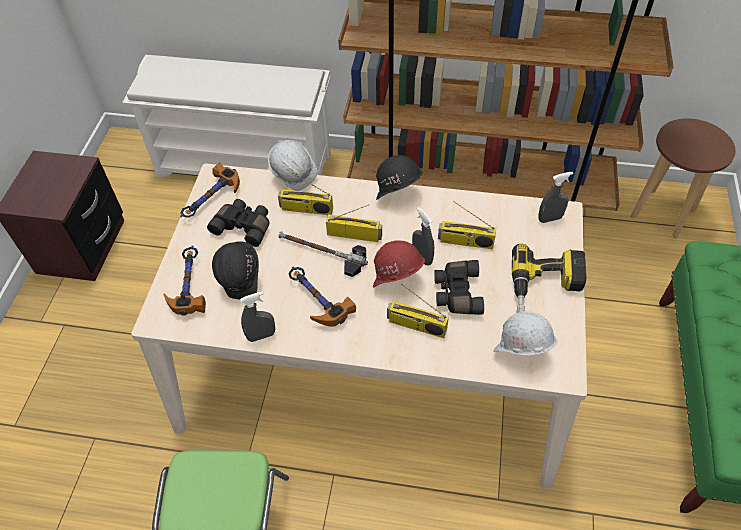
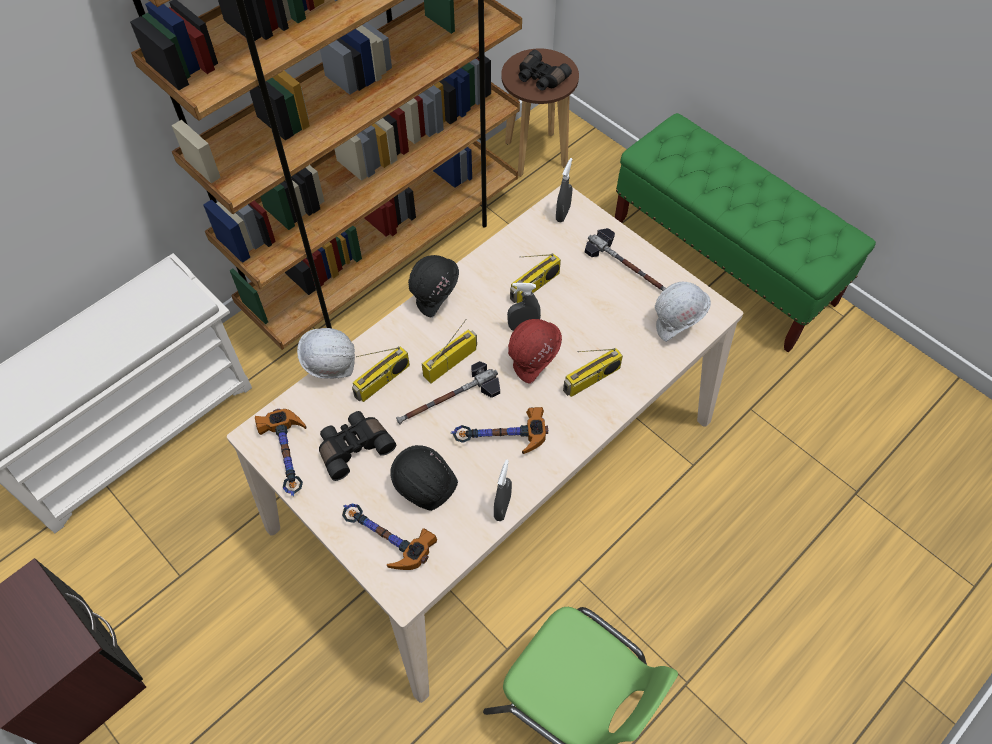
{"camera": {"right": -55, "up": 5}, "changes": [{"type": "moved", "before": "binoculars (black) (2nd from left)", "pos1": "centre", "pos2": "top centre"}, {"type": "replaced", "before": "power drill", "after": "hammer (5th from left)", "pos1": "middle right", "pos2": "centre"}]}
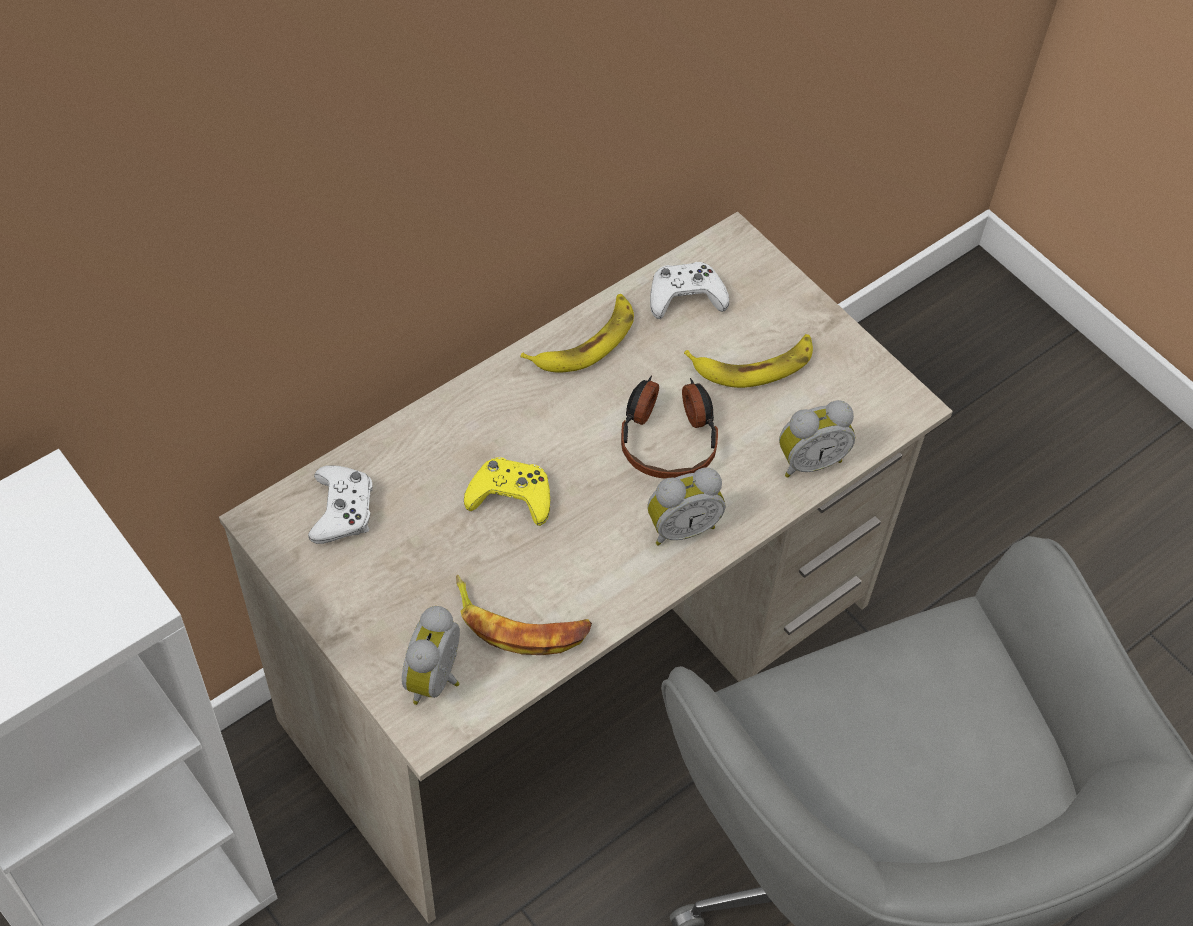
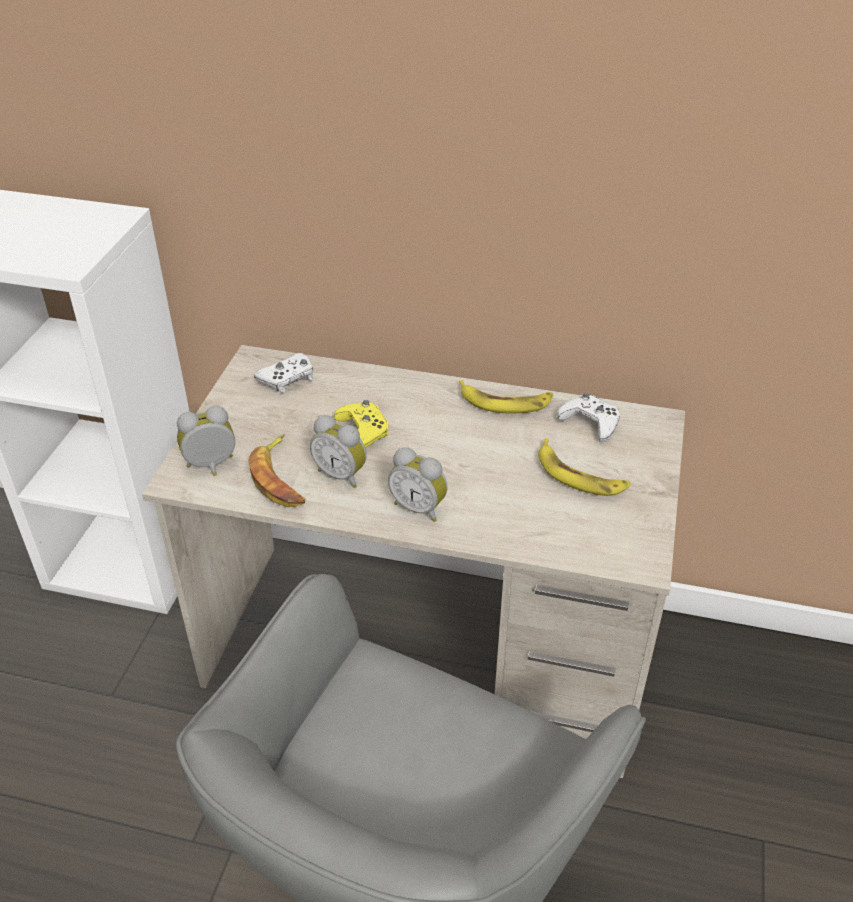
{"camera": {"right": 55, "up": -15}, "changes": [{"type": "moved", "before": "alarm clock (3rd from left in the first image)", "after": "alarm clock (2nd from left)", "pos1": "middle right", "pos2": "centre"}, {"type": "removed", "before": "headphones", "pos1": "centre"}]}
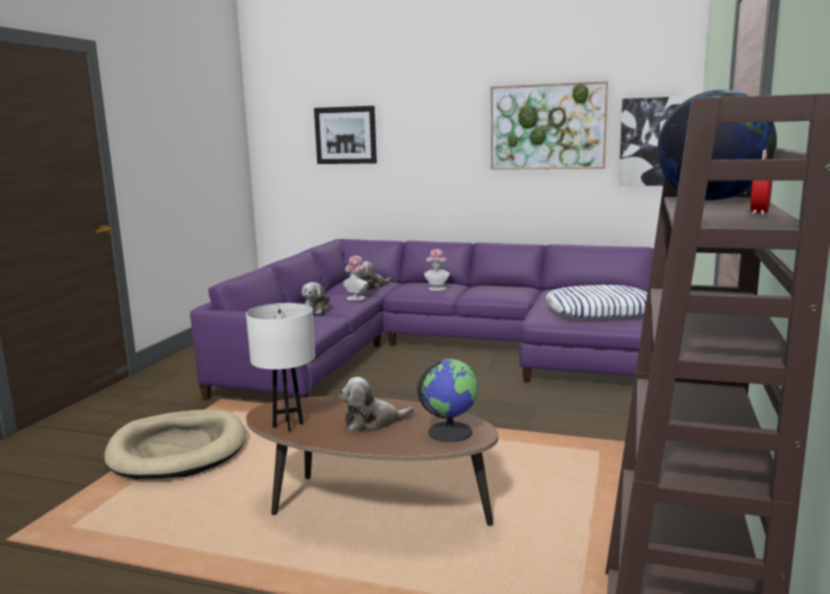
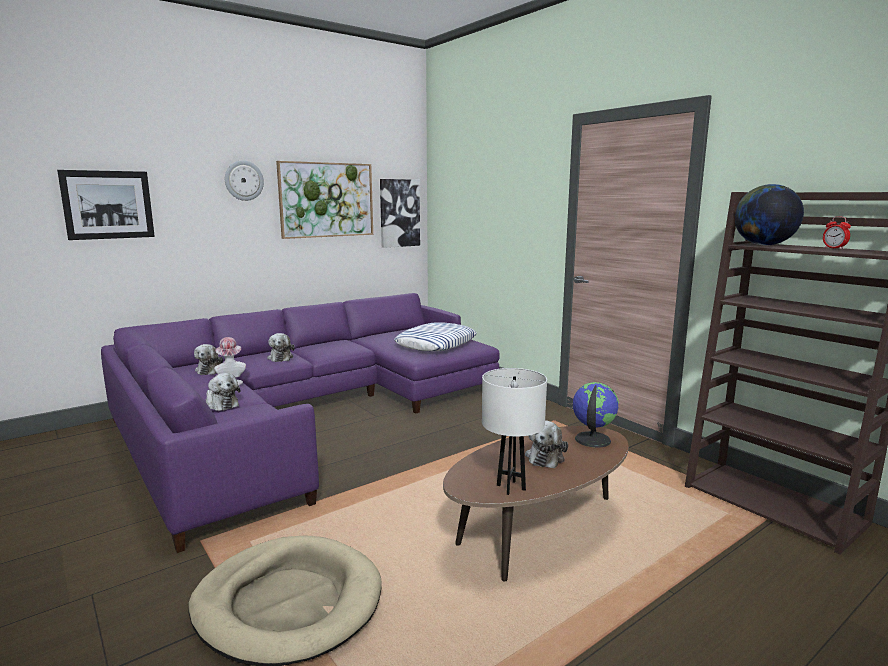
{"camera": {"right": -55, "up": 0}, "changes": [{"type": "added", "after": "wall clock", "pos2": "top left"}, {"type": "replaced", "before": "hat (2nd from left)", "after": "plush toy (3rd from left)", "pos1": "centre", "pos2": "middle left"}]}
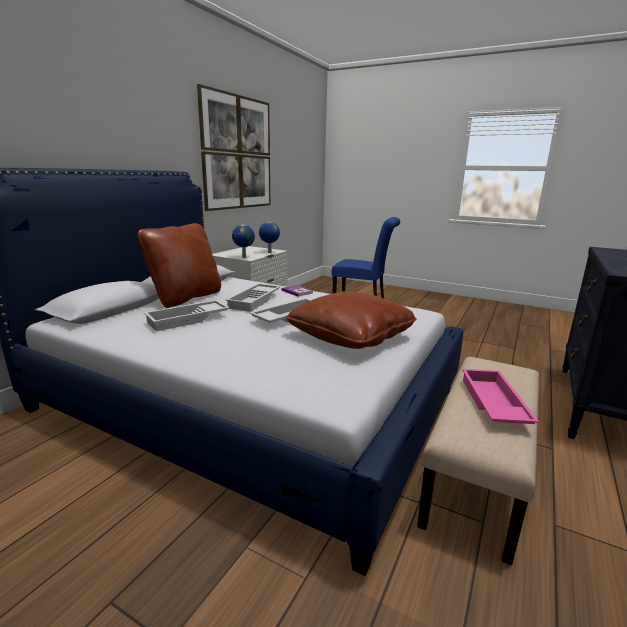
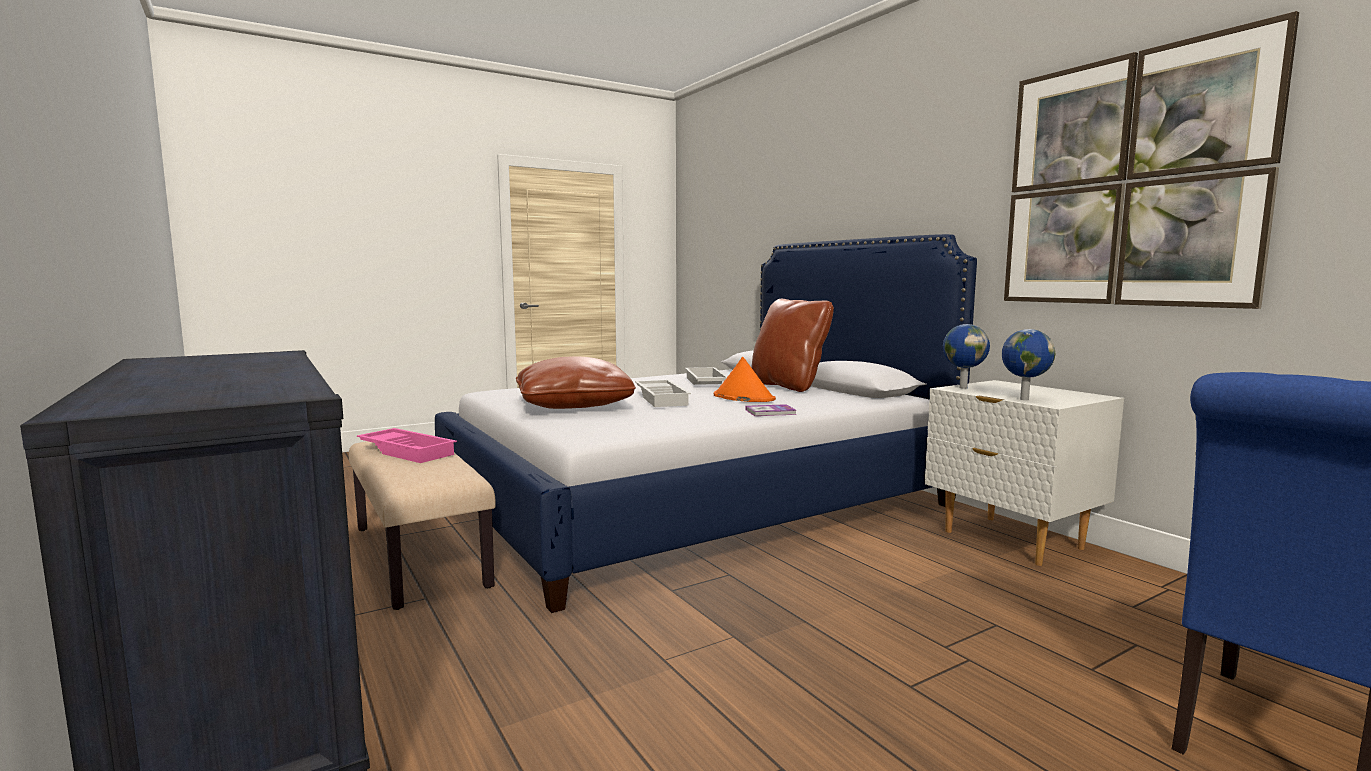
{"camera": {"right": 120, "up": -10}, "changes": [{"type": "replaced", "before": "tray (white) (2nd from left)", "after": "hat (orange)", "pos1": "centre", "pos2": "centre"}]}
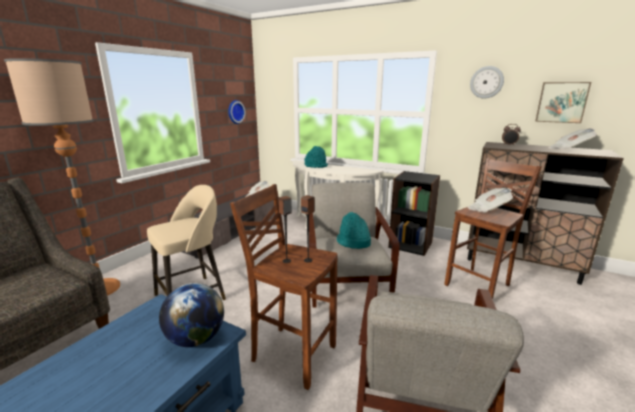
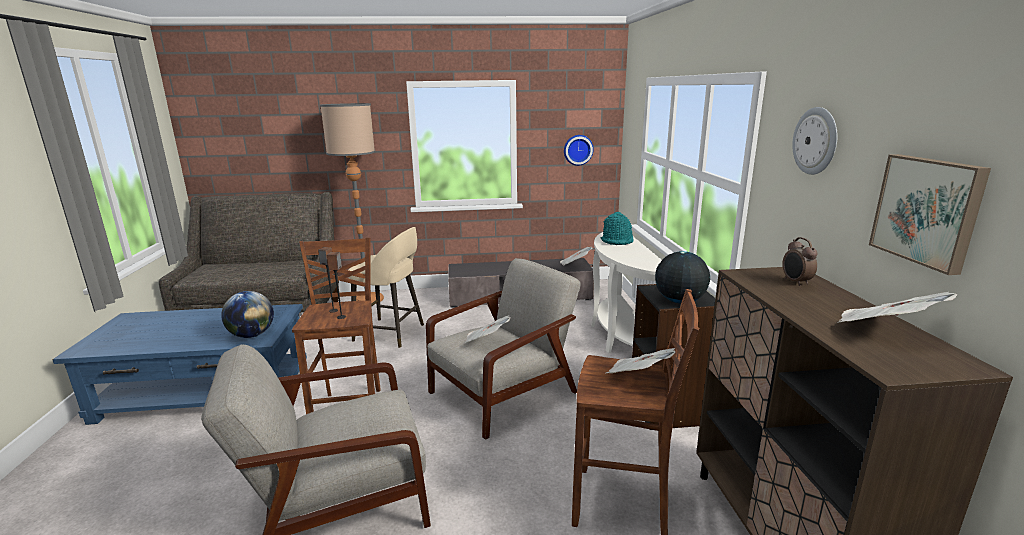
{"camera": {"right": 55, "up": 0}, "changes": [{"type": "replaced", "before": "hat (turquoise) (2nd from left)", "after": "newspaper (1st from left)", "pos1": "centre", "pos2": "centre"}, {"type": "added", "after": "globe (2nd from left)", "pos2": "centre"}]}
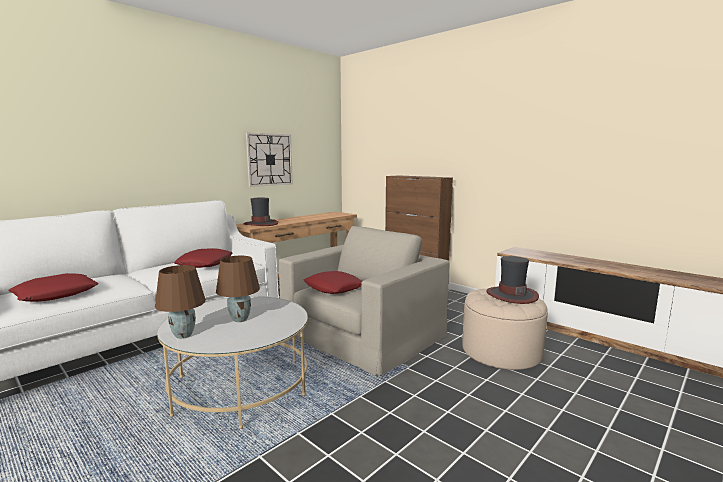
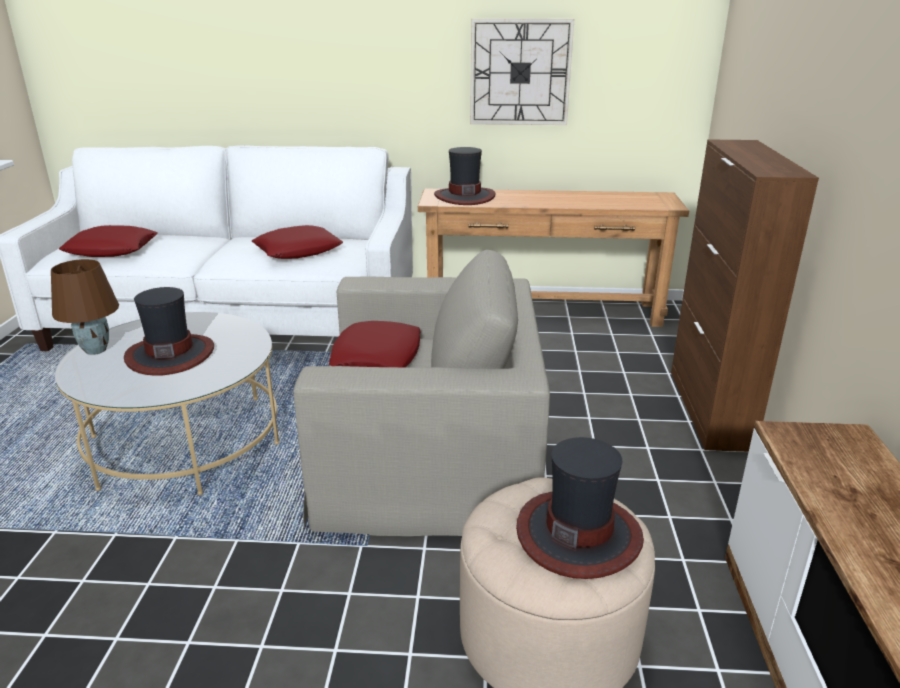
{"camera": {"right": 50, "up": 15}, "changes": [{"type": "replaced", "before": "table lamp (brown) (2nd from left)", "after": "hat (1st from left)", "pos1": "middle left", "pos2": "middle left"}]}
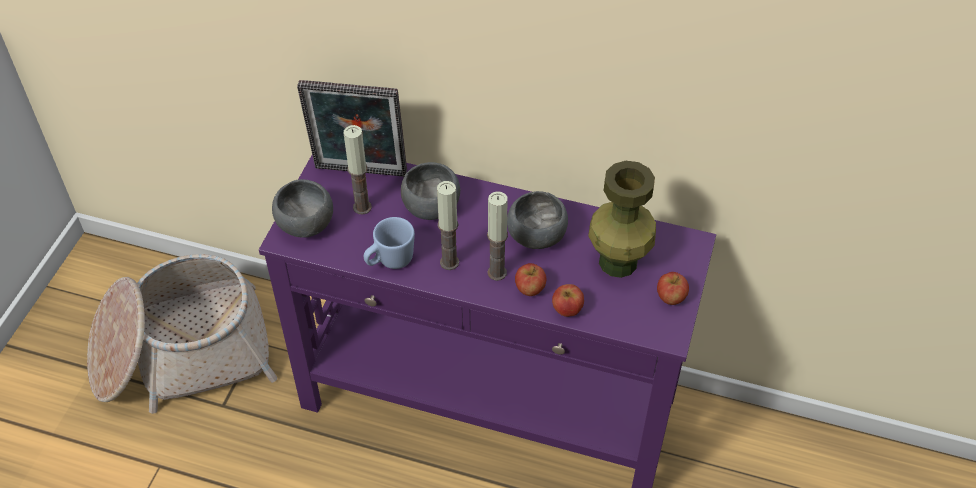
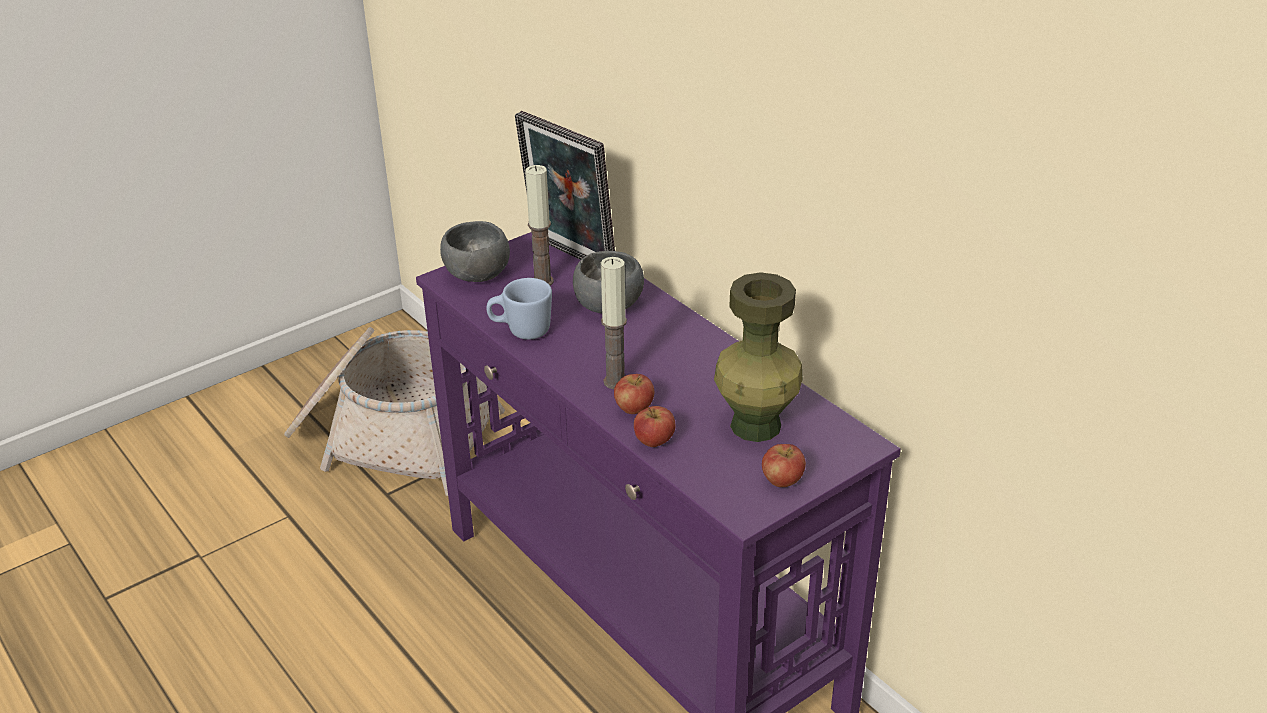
{"camera": {"right": 35, "up": -15}, "changes": [{"type": "removed", "before": "candle (2nd from left)", "pos1": "centre"}, {"type": "removed", "before": "bowl (grey) (3rd from left)", "pos1": "centre"}]}
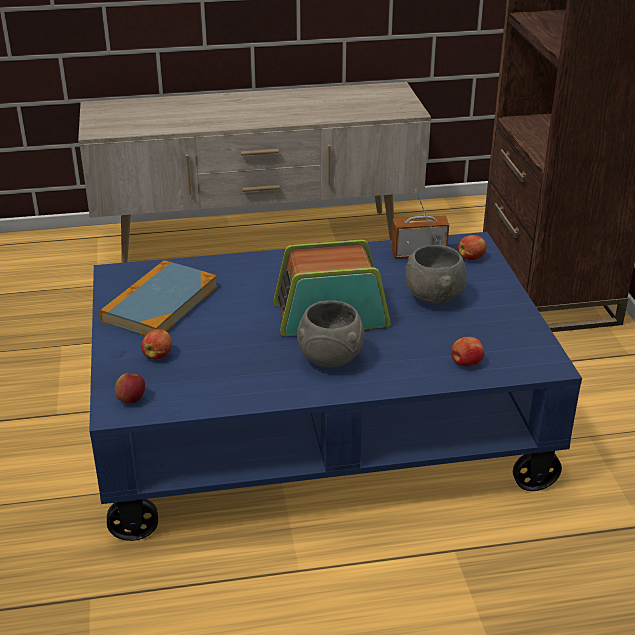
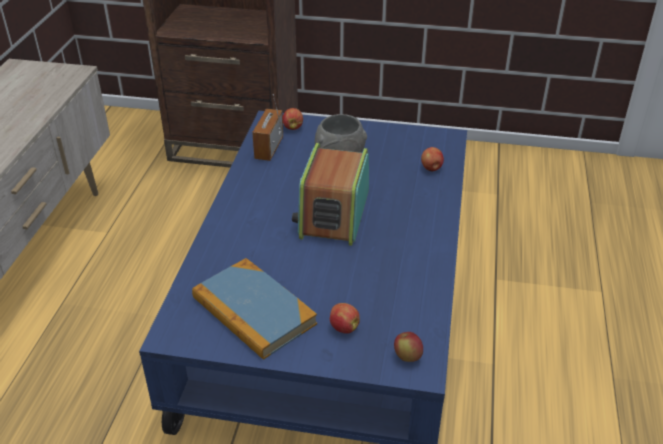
{"camera": {"right": -70, "up": 5}, "changes": [{"type": "removed", "before": "bowl (grey) (1st from left)", "pos1": "centre"}]}
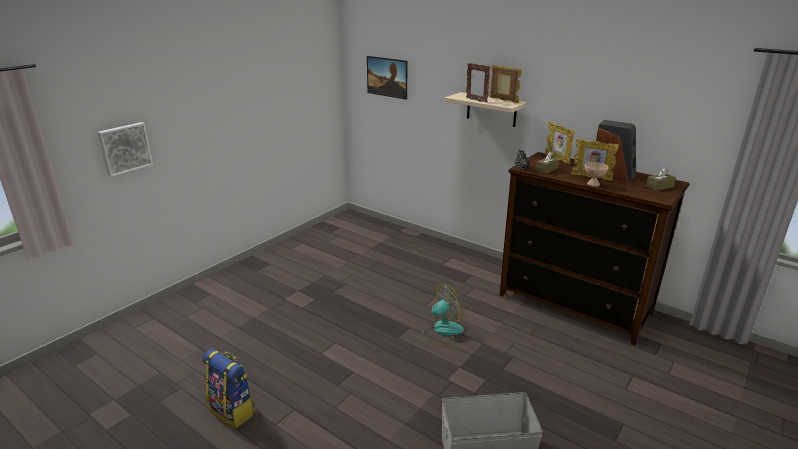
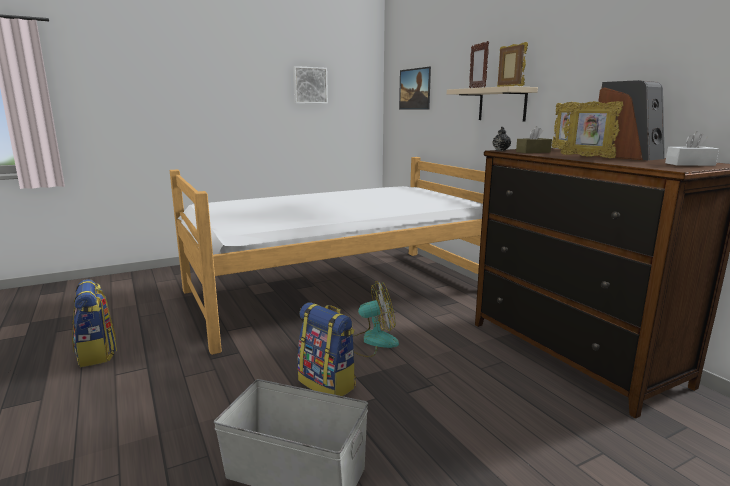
{"camera": {"right": 25, "up": -10}, "changes": [{"type": "added", "after": "bed", "pos2": "centre"}, {"type": "moved", "before": "picture (1st from left)", "pos1": "top left", "pos2": "top centre"}, {"type": "added", "after": "backpack (2nd from left)", "pos2": "bottom centre"}, {"type": "recoloured", "before": "tissue box (brown) (2nd from left)", "after": "tissue box (white)", "pos1": "middle right", "pos2": "top right"}, {"type": "removed", "before": "bowl (beige)", "pos1": "middle right"}]}
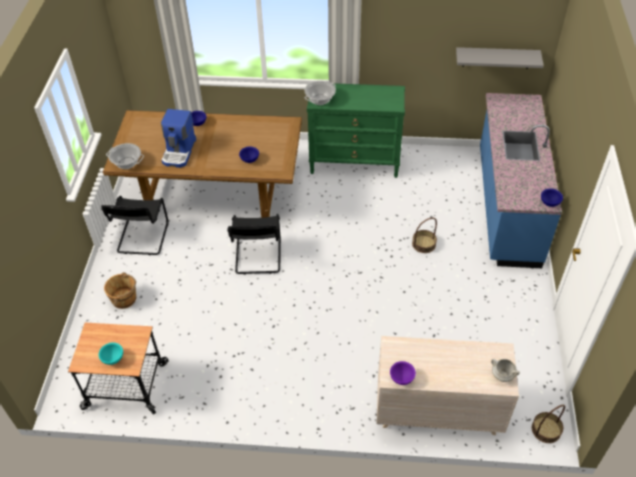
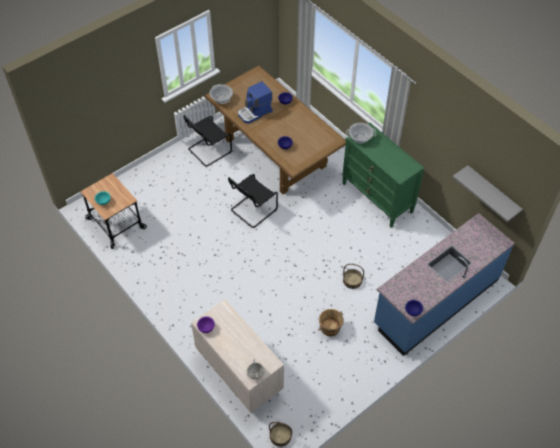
{"camera": {"right": 45, "up": 5}, "changes": [{"type": "moved", "before": "bucket (brown)", "pos1": "middle left", "pos2": "bottom centre"}]}
